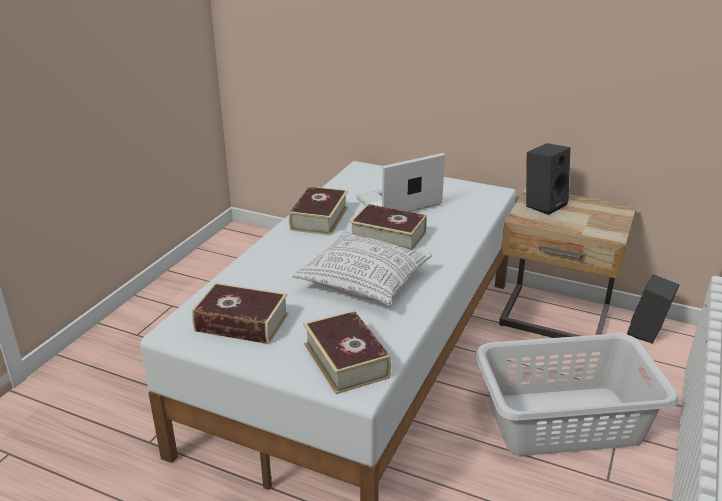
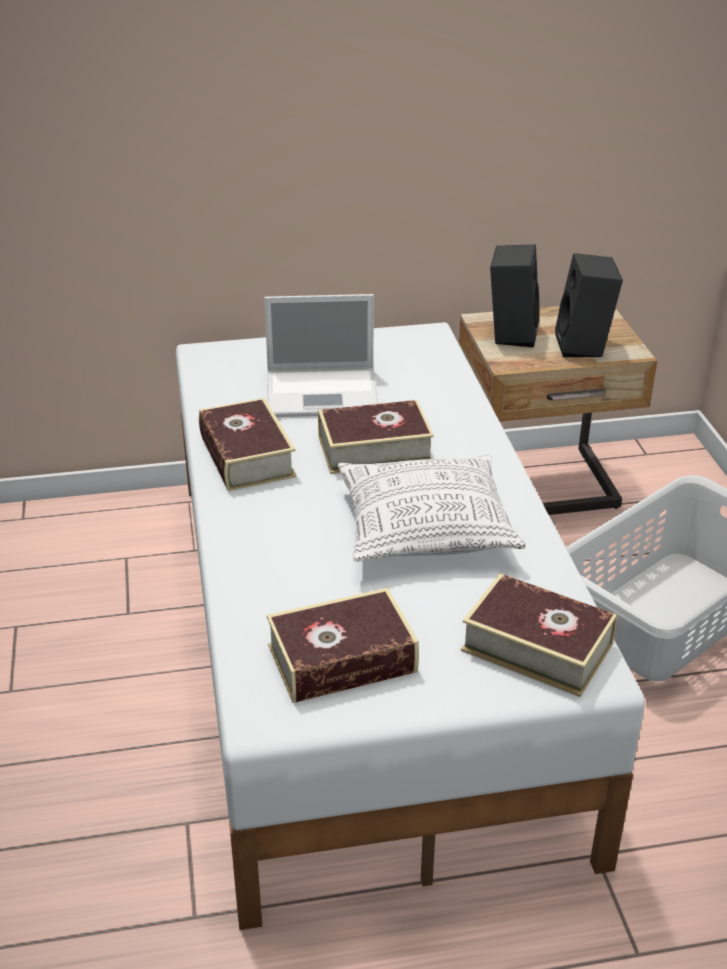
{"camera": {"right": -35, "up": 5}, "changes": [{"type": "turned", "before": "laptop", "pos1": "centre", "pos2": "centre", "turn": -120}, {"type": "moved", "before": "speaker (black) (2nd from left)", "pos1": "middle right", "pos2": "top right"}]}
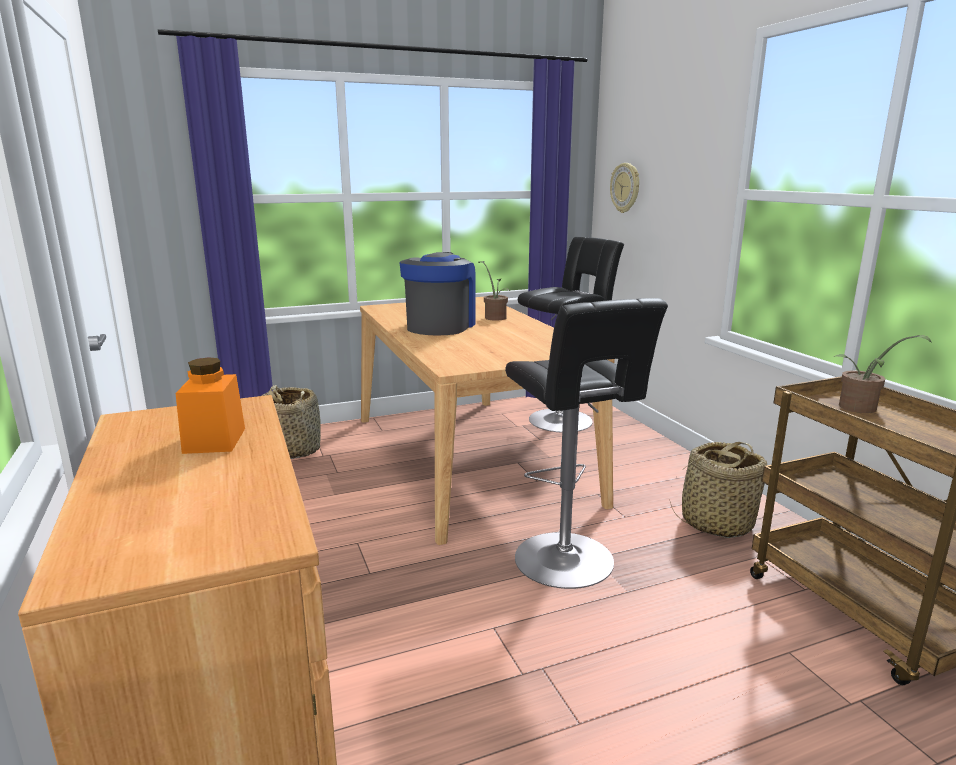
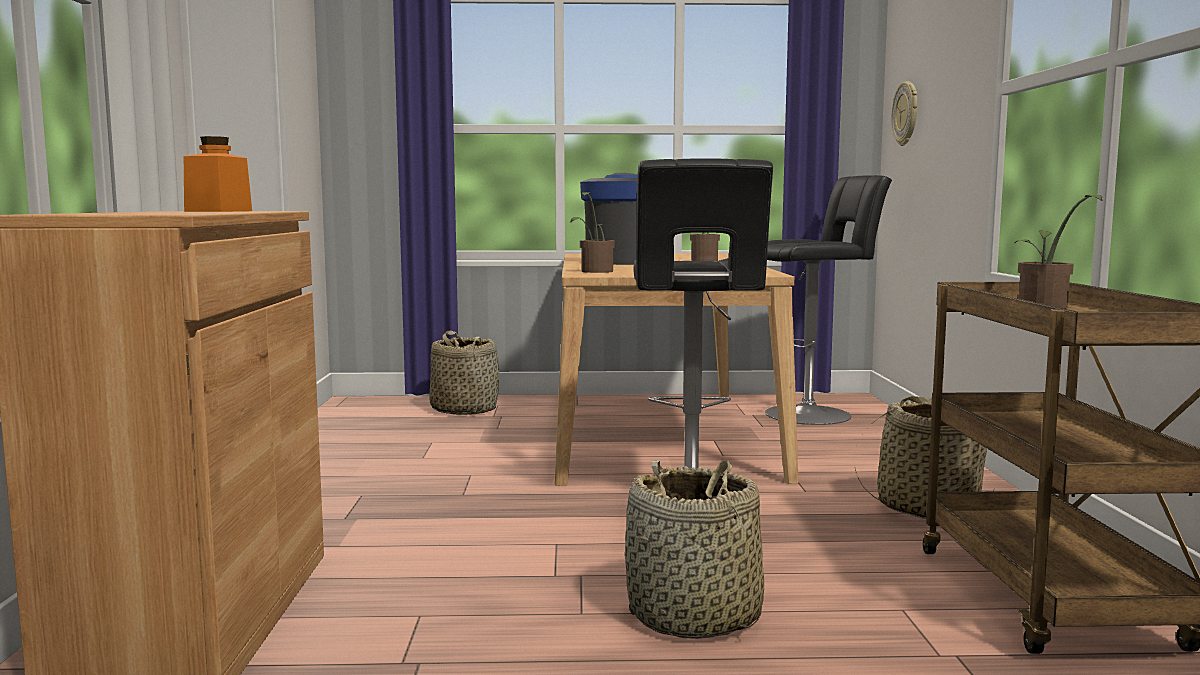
{"camera": {"right": 20, "up": -10}, "changes": [{"type": "added", "after": "potted plant (1st from left)", "pos2": "centre"}, {"type": "added", "after": "basket (2nd from left)", "pos2": "bottom centre"}]}
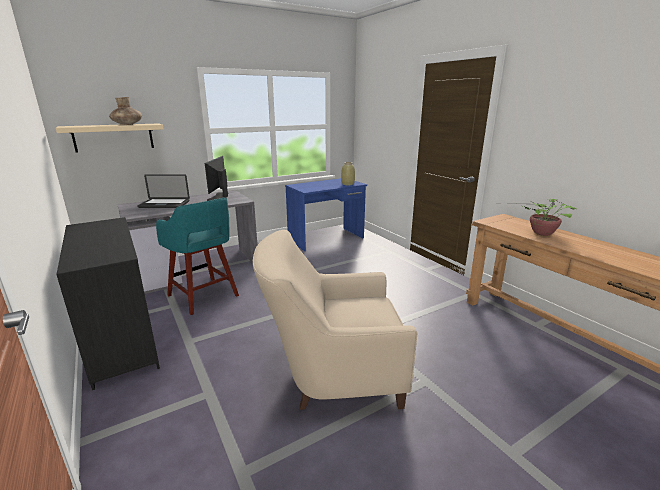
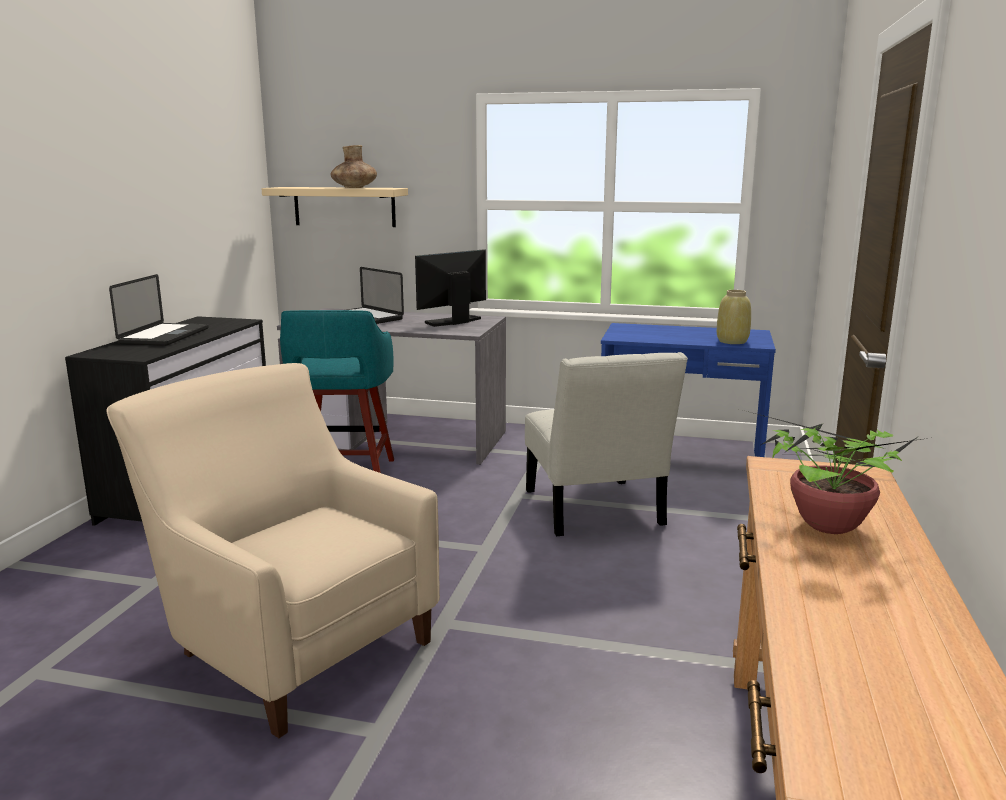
{"camera": {"right": 45, "up": -5}, "changes": [{"type": "added", "after": "laptop (1st from left)", "pos2": "middle left"}, {"type": "added", "after": "chair (white)", "pos2": "centre"}]}
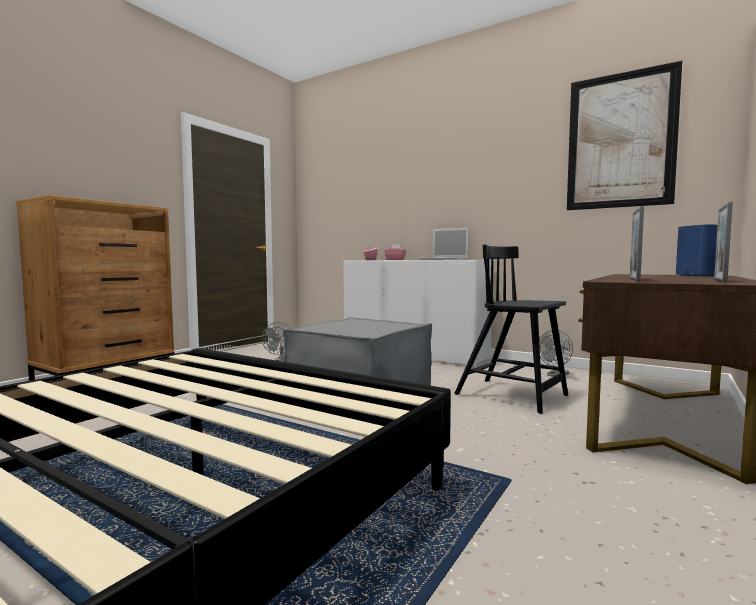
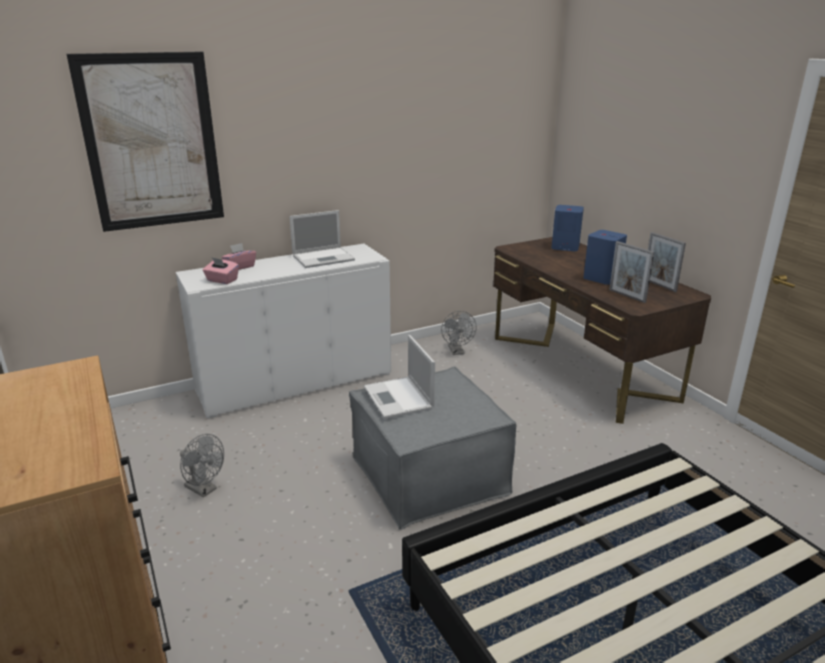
{"camera": {"right": -60, "up": 20}, "changes": [{"type": "moved", "before": "picture", "pos1": "top right", "pos2": "top left"}, {"type": "added", "after": "laptop (2nd from left)", "pos2": "centre"}, {"type": "added", "after": "speaker (blue) (2nd from left)", "pos2": "middle right"}, {"type": "removed", "before": "chair (black)", "pos1": "middle right"}]}
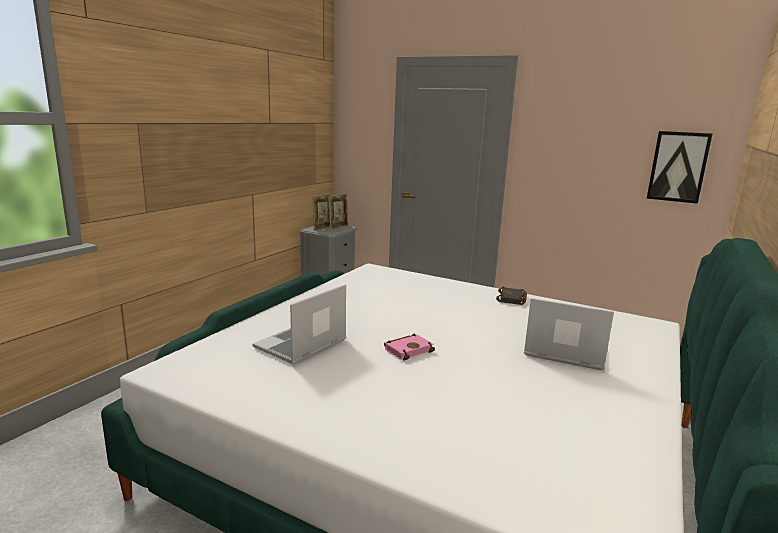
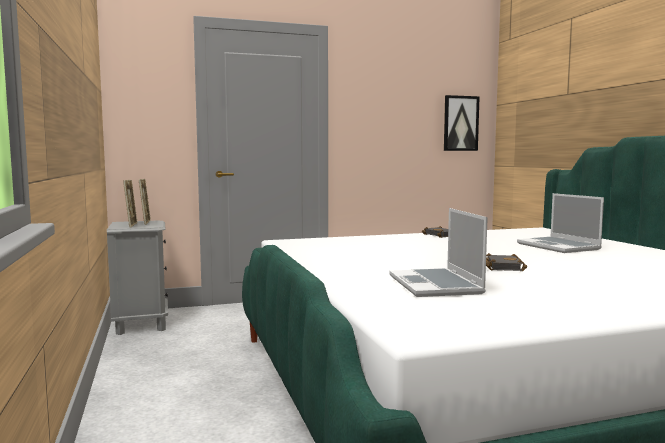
{"camera": {"right": -45, "up": -10}, "changes": [{"type": "recoloured", "before": "book (pink)", "after": "book (black) (2nd from left)", "pos1": "centre", "pos2": "middle right"}, {"type": "turned", "before": "laptop (2nd from left)", "pos1": "middle right", "pos2": "middle right", "turn": -90}]}
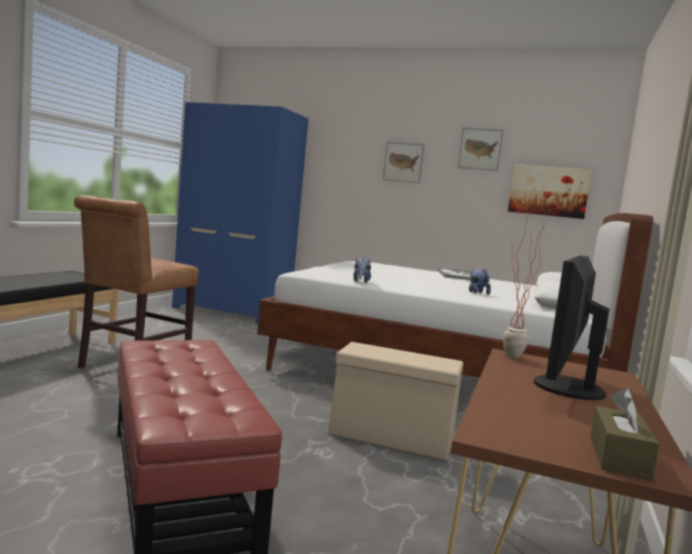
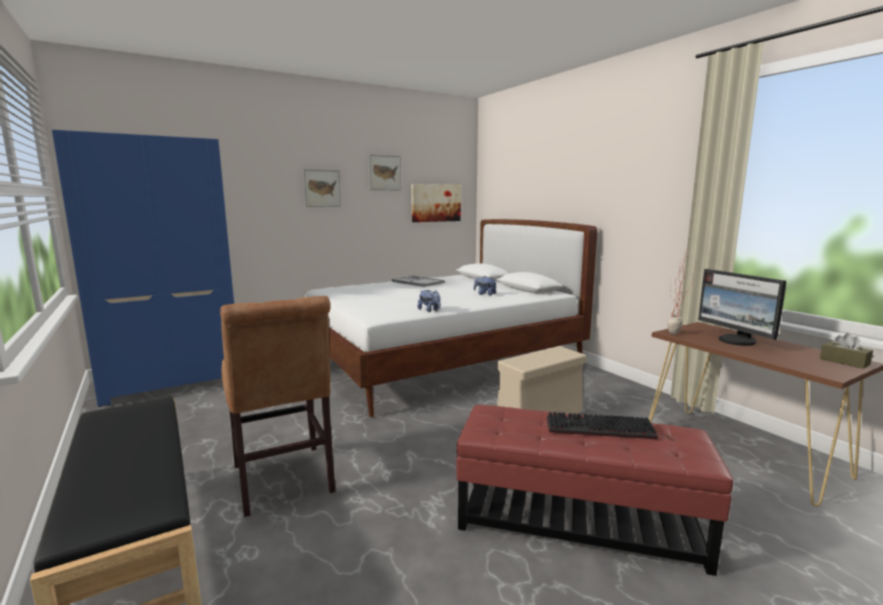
{"camera": {"right": -50, "up": 5}, "changes": [{"type": "added", "after": "keyboard", "pos2": "bottom right"}]}
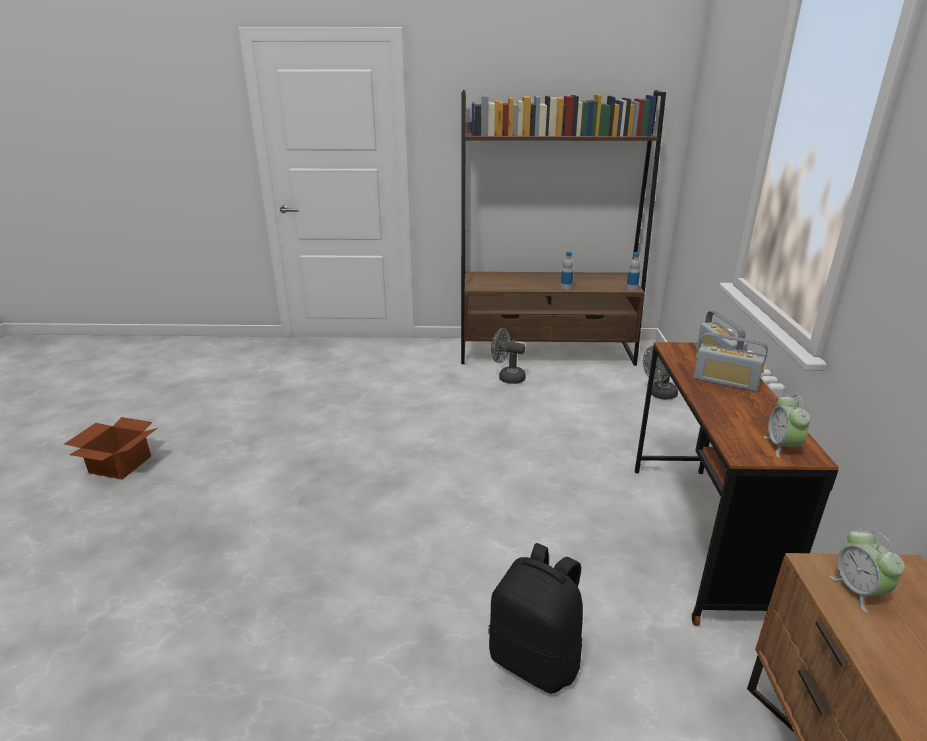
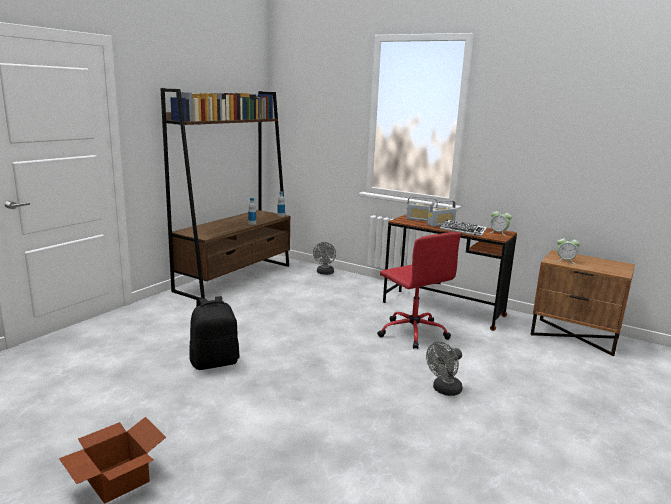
{"camera": {"right": -60, "up": -10}, "changes": [{"type": "moved", "before": "backpack (black)", "pos1": "bottom centre", "pos2": "middle left"}, {"type": "added", "after": "office chair (red)", "pos2": "centre"}, {"type": "moved", "before": "fan (grey) (1st from left in the first image)", "after": "fan (grey) (2nd from left)", "pos1": "centre", "pos2": "bottom centre"}, {"type": "added", "after": "keyboard", "pos2": "middle right"}]}
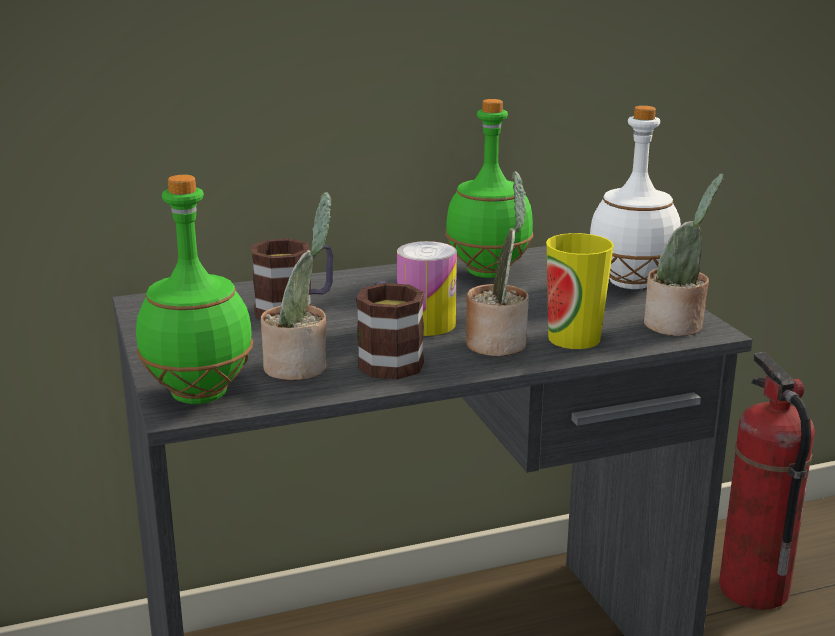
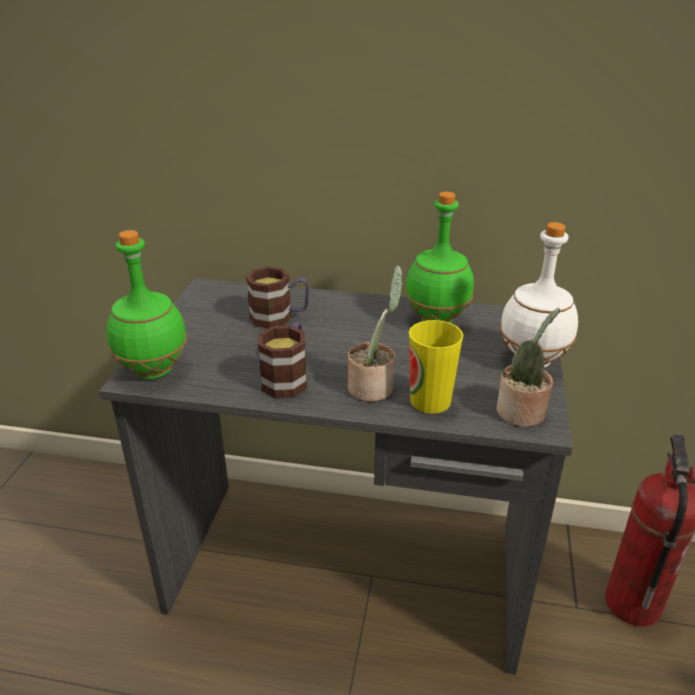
{"camera": {"right": 30, "up": 10}, "changes": [{"type": "removed", "before": "potted plant (1st from left)", "pos1": "centre"}, {"type": "removed", "before": "can", "pos1": "centre"}]}
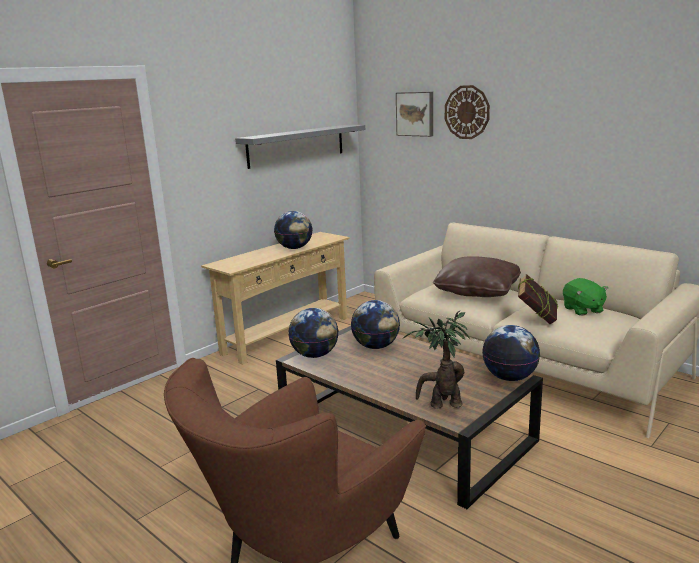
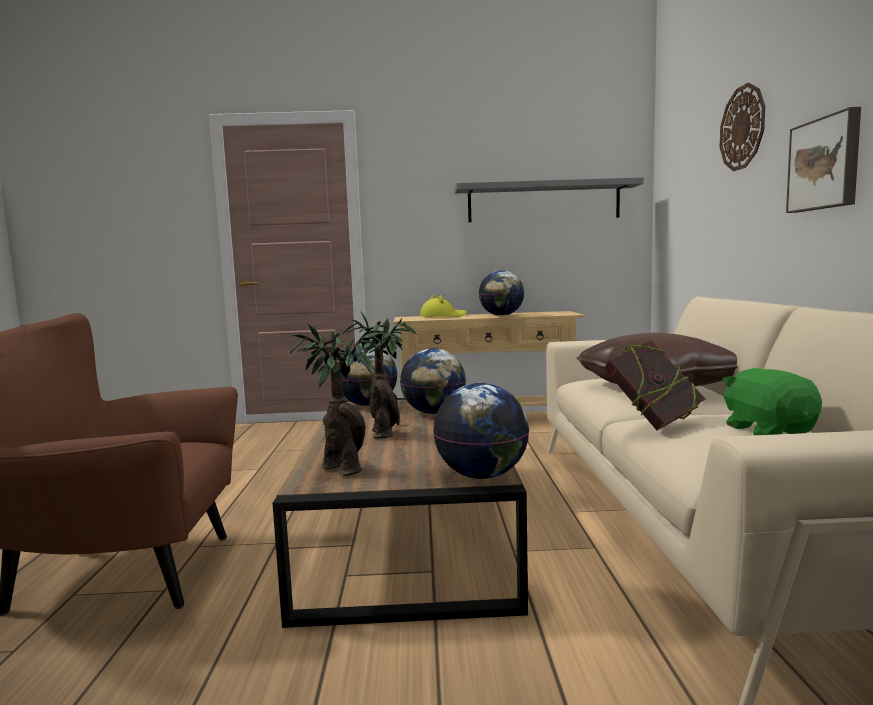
{"camera": {"right": 45, "up": -10}, "changes": [{"type": "added", "after": "potted plant (2nd from left)", "pos2": "centre"}, {"type": "added", "after": "hat (yellow)", "pos2": "centre"}, {"type": "turned", "before": "plush toy (green)", "pos1": "middle right", "pos2": "middle right", "turn": 135}, {"type": "moved", "before": "picture", "pos1": "top centre", "pos2": "top right"}]}
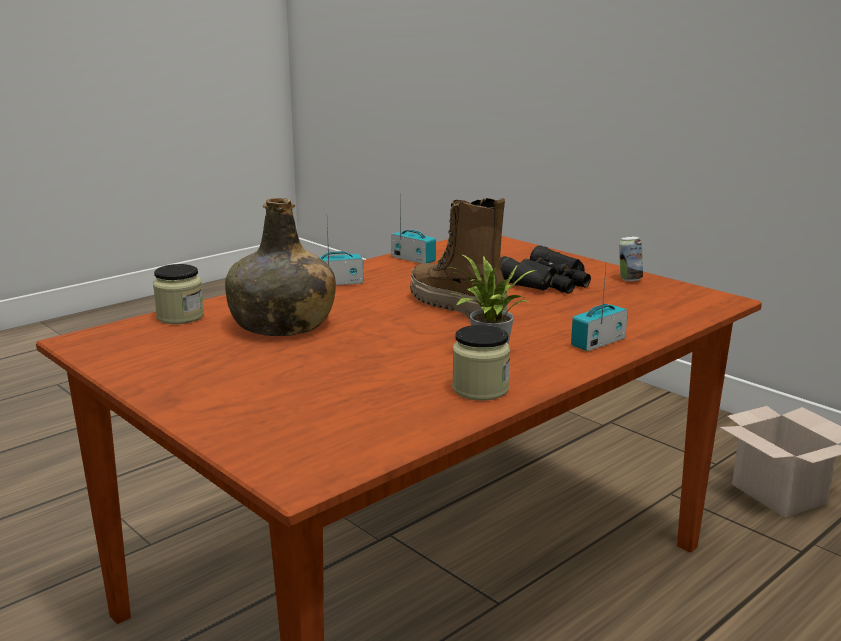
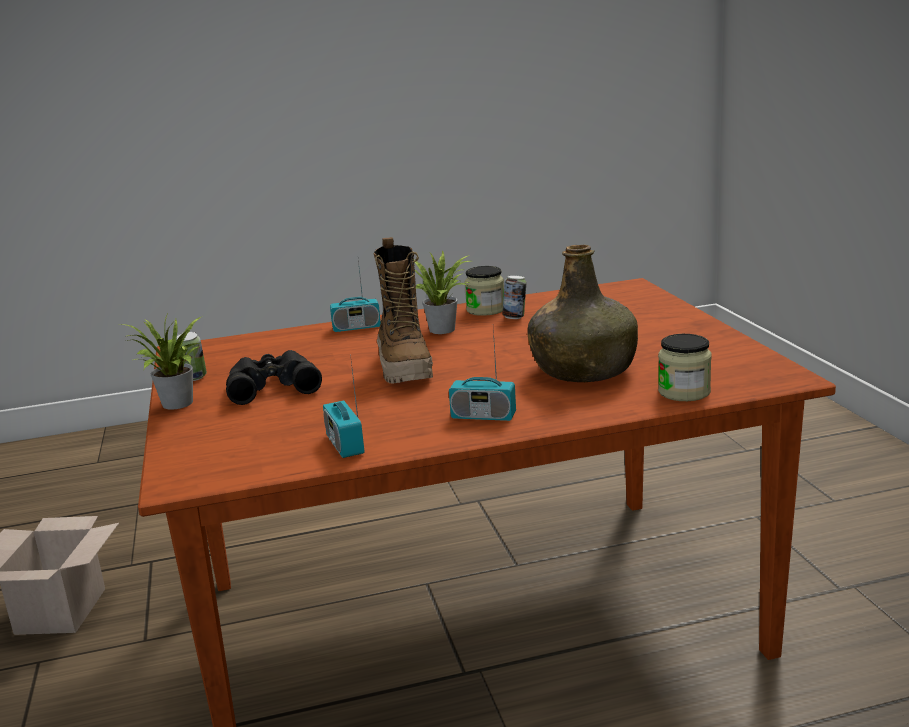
{"camera": {"right": -150, "up": 0}, "changes": [{"type": "added", "after": "potted plant (1st from left)", "pos2": "middle left"}, {"type": "added", "after": "can (2nd from left)", "pos2": "centre"}]}
